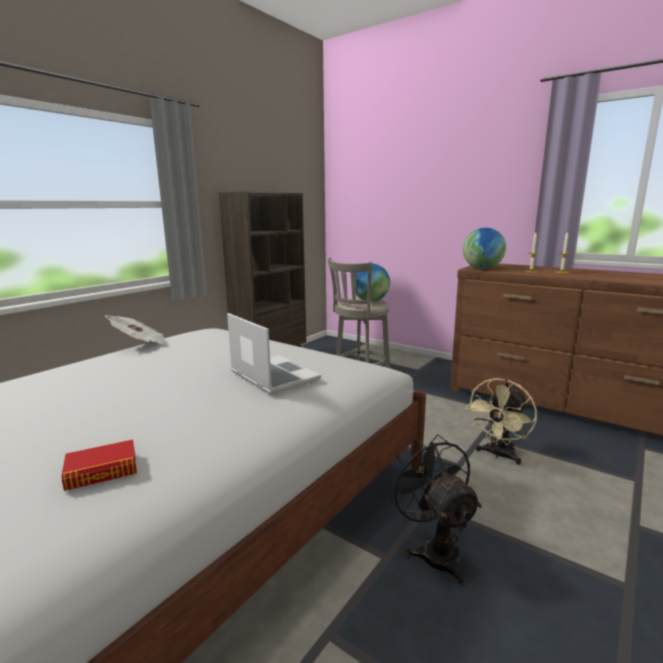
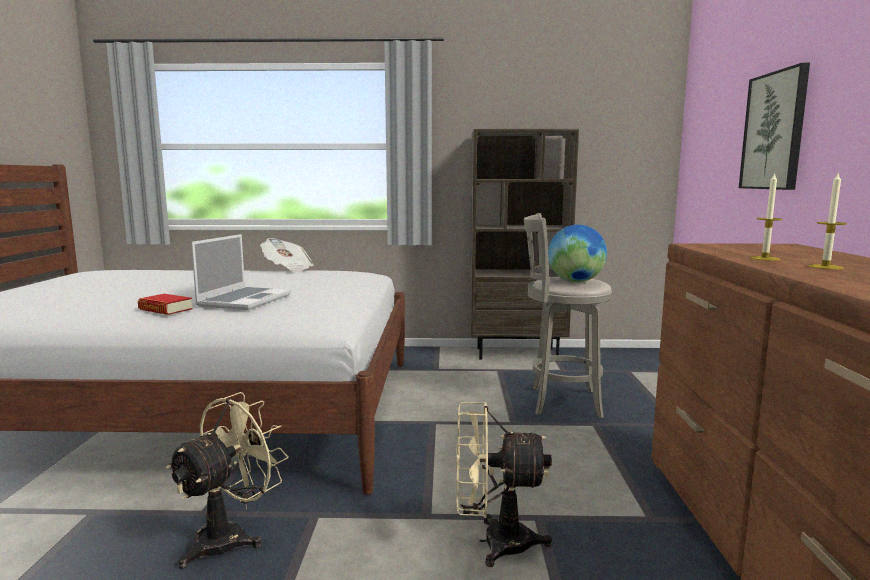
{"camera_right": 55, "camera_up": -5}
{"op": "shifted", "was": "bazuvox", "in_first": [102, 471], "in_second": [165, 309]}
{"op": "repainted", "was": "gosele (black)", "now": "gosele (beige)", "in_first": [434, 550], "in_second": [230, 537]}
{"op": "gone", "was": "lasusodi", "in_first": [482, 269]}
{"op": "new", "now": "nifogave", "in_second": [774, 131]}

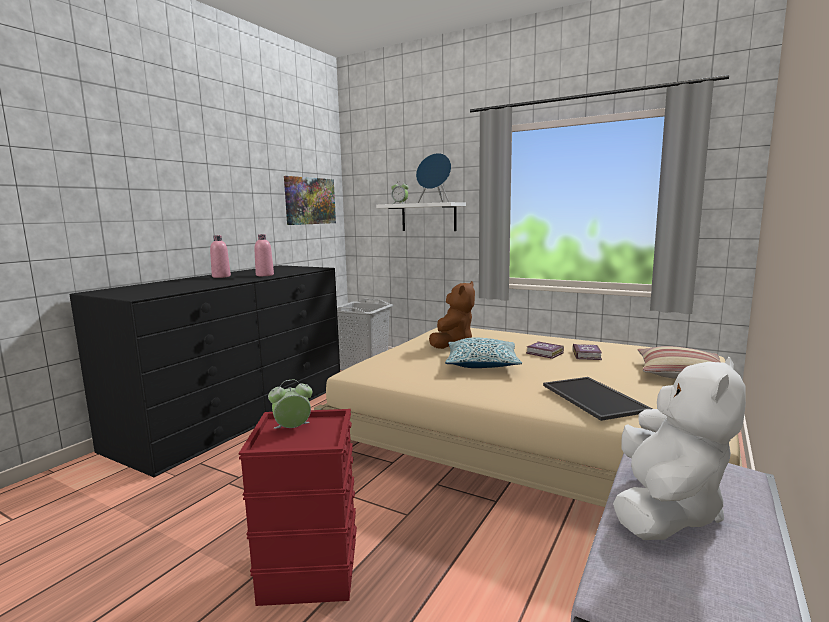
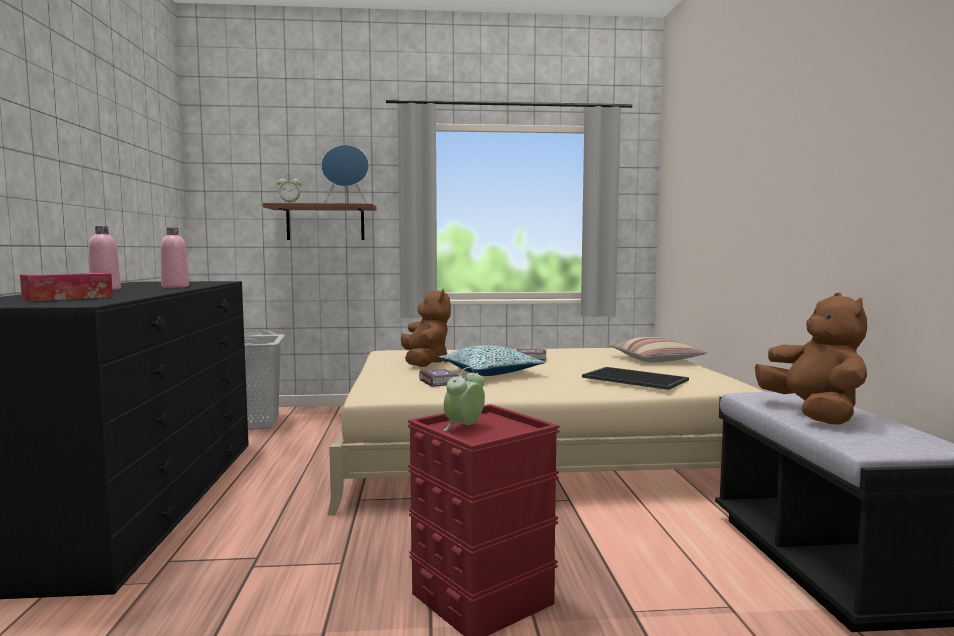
{"camera_right": -35, "camera_up": -5}
{"op": "gone", "was": "nifogave", "in_first": [310, 201]}
{"op": "repainted", "was": "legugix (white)", "now": "legugix (brown)", "in_first": [428, 217], "in_second": [325, 223]}
{"op": "shifted", "was": "bazuvox", "in_first": [587, 355], "in_second": [439, 381]}
{"op": "repainted", "was": "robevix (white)", "now": "robevix (brown)", "in_first": [665, 510], "in_second": [814, 414]}
{"op": "new", "now": "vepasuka", "in_second": [68, 298]}

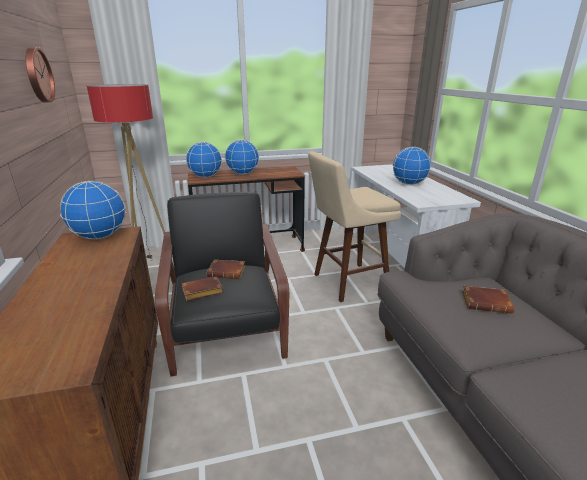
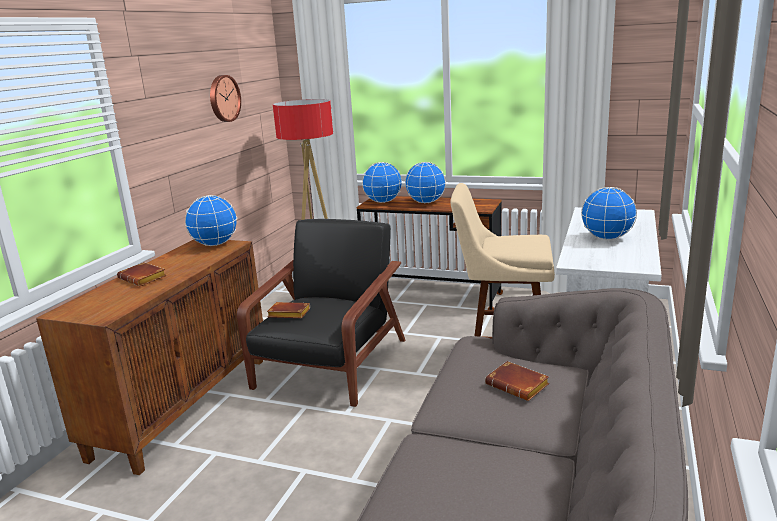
{"camera_right": 35, "camera_up": -5}
{"op": "shifted", "was": "bazuvox (brown)", "in_first": [228, 272], "in_second": [144, 278]}

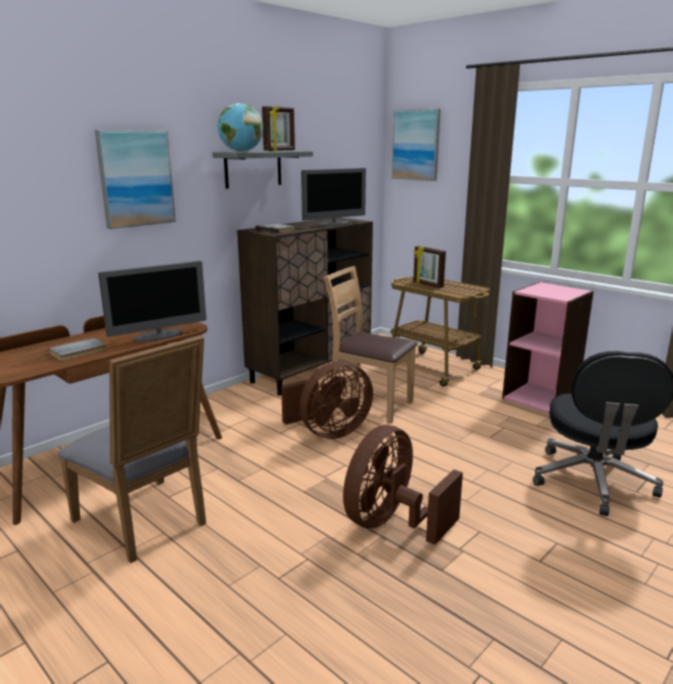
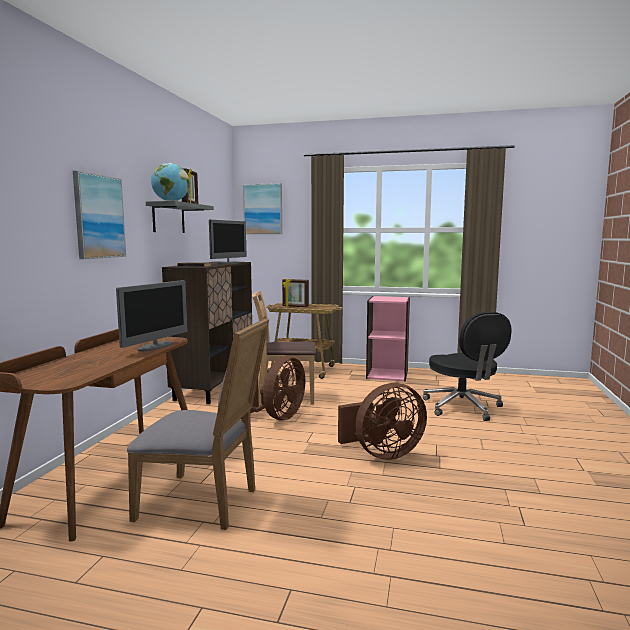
{"camera_right": -30, "camera_up": -10}
{"op": "gone", "was": "bazuvox (grey)", "in_first": [79, 352]}
{"op": "rotated", "was": "gosele (brown)", "in_first": [392, 523], "in_second": [382, 454], "clockwise": -120}

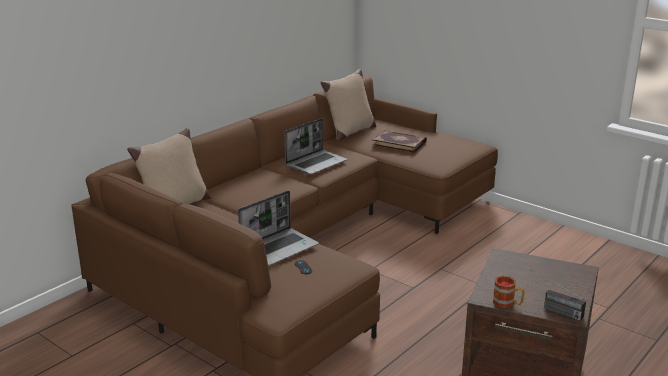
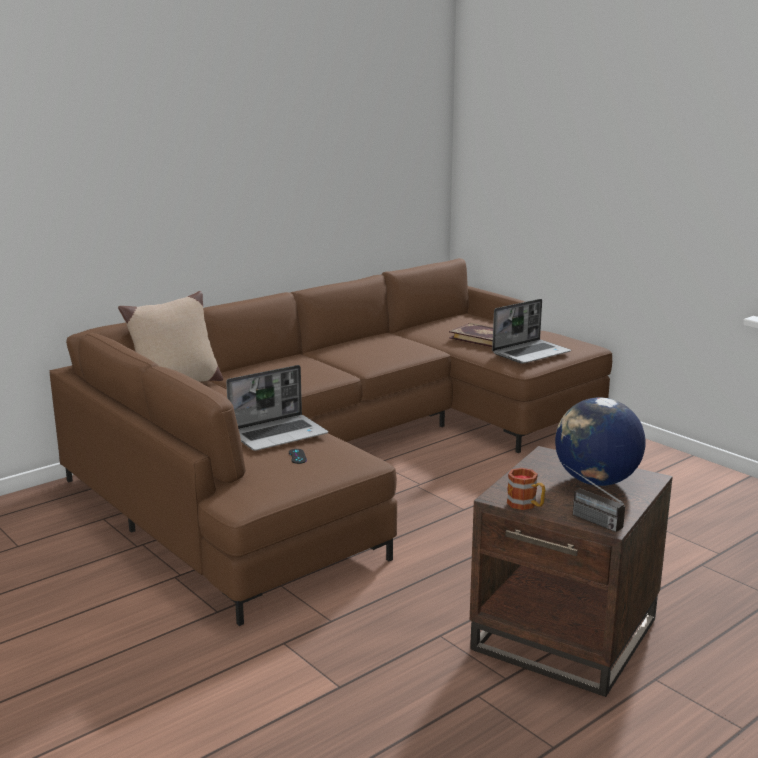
{"camera_right": 10, "camera_up": -5}
{"op": "shifted", "was": "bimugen", "in_first": [316, 163], "in_second": [531, 353]}
{"op": "gone", "was": "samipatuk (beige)", "in_first": [349, 132]}
{"op": "new", "now": "lasusodi", "in_second": [596, 481]}

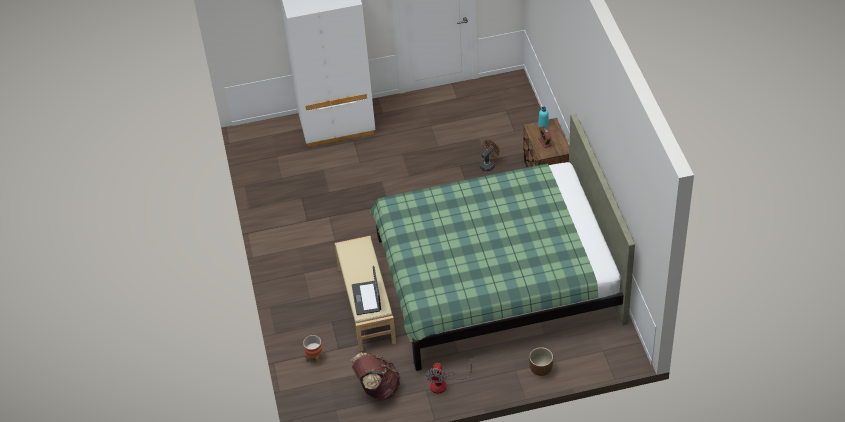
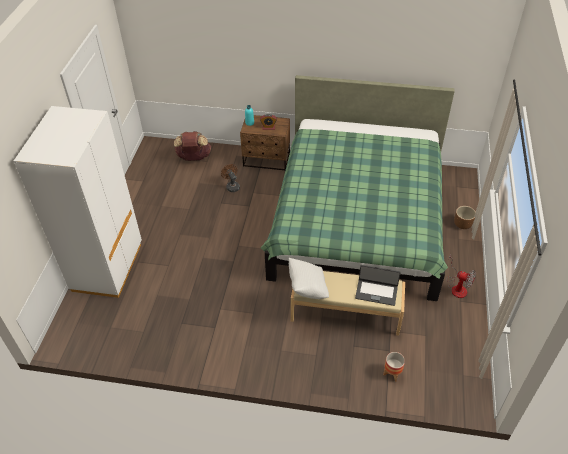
{"camera_right": -70, "camera_up": 0}
{"op": "shifted", "was": "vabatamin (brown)", "in_first": [377, 388], "in_second": [194, 158]}
{"op": "new", "now": "samipatuk (white)", "in_second": [307, 288]}

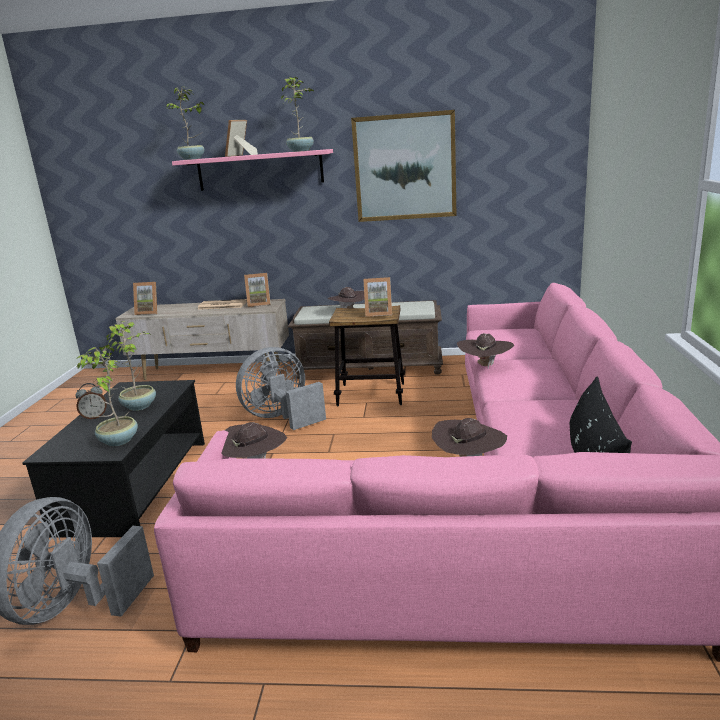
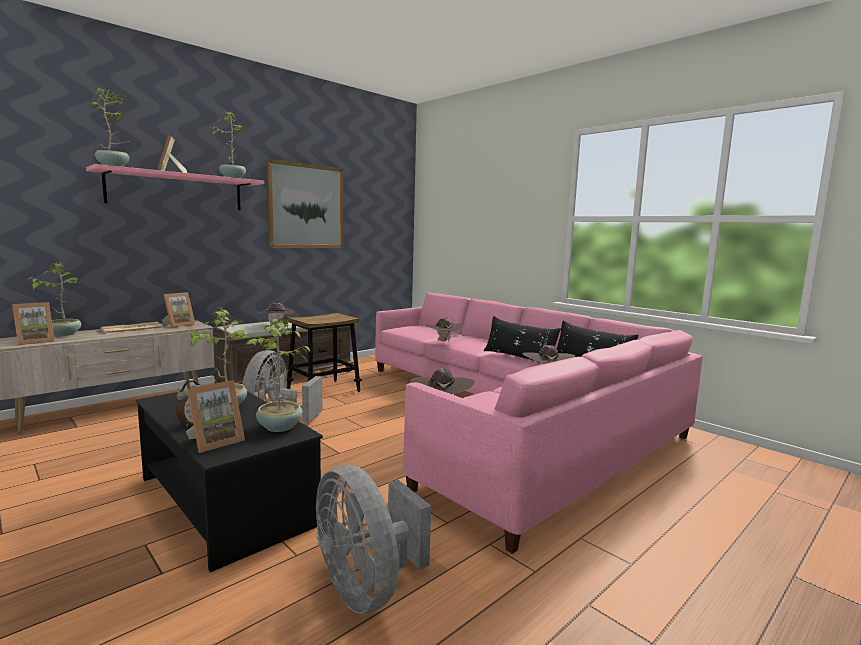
{"camera_right": -50, "camera_up": -10}
{"op": "shifted", "was": "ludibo", "in_first": [378, 313], "in_second": [215, 442]}
{"op": "new", "now": "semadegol", "in_second": [64, 334]}
{"op": "new", "now": "samipatuk (black)", "in_second": [518, 357]}

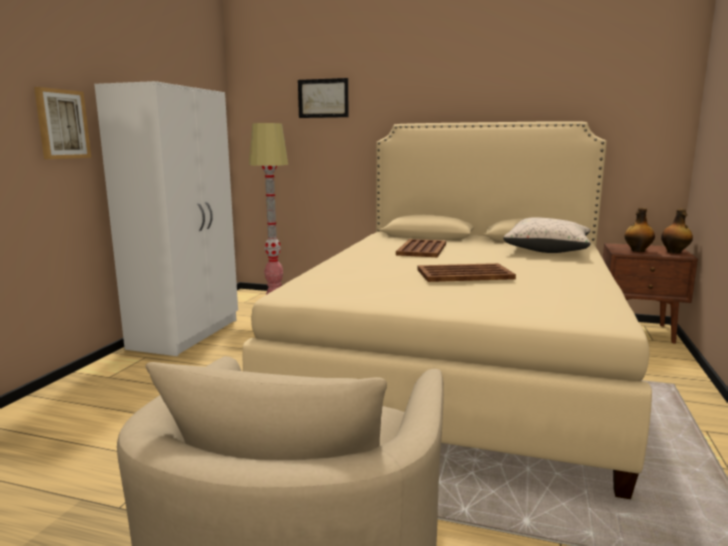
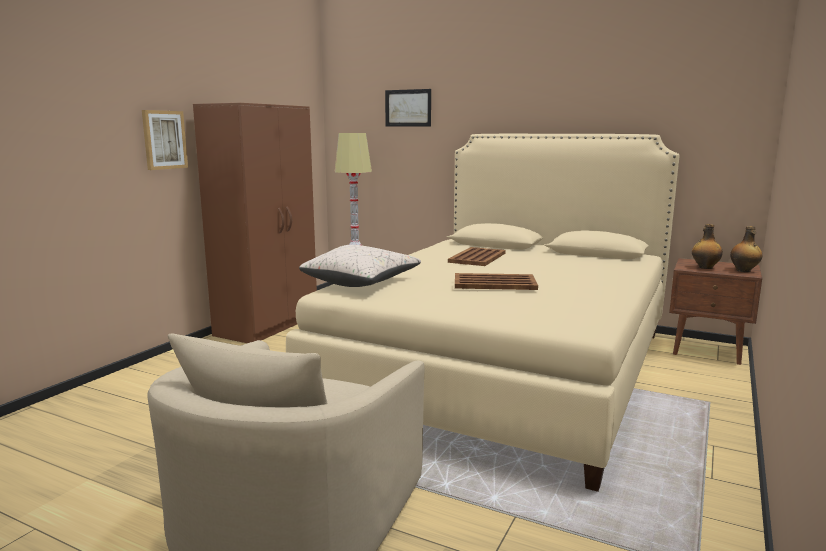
{"camera_right": 10, "camera_up": 0}
{"op": "repainted", "was": "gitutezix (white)", "now": "gitutezix (brown)", "in_first": [187, 333], "in_second": [268, 325]}
{"op": "shifted", "was": "samipatuk (beige)", "in_first": [547, 250], "in_second": [361, 282]}

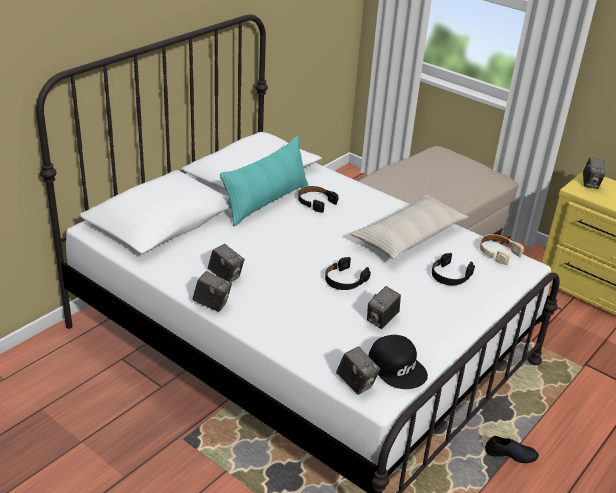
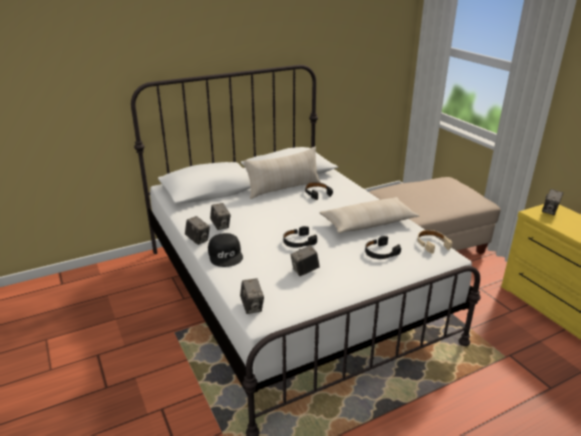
{"camera_right": 25, "camera_up": -5}
{"op": "repainted", "was": "samipatuk (turquoise)", "now": "samipatuk (beige)", "in_first": [266, 202], "in_second": [284, 188]}
{"op": "shifted", "was": "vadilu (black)", "in_first": [397, 367], "in_second": [226, 255]}
{"op": "gone", "was": "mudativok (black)", "in_first": [510, 454]}

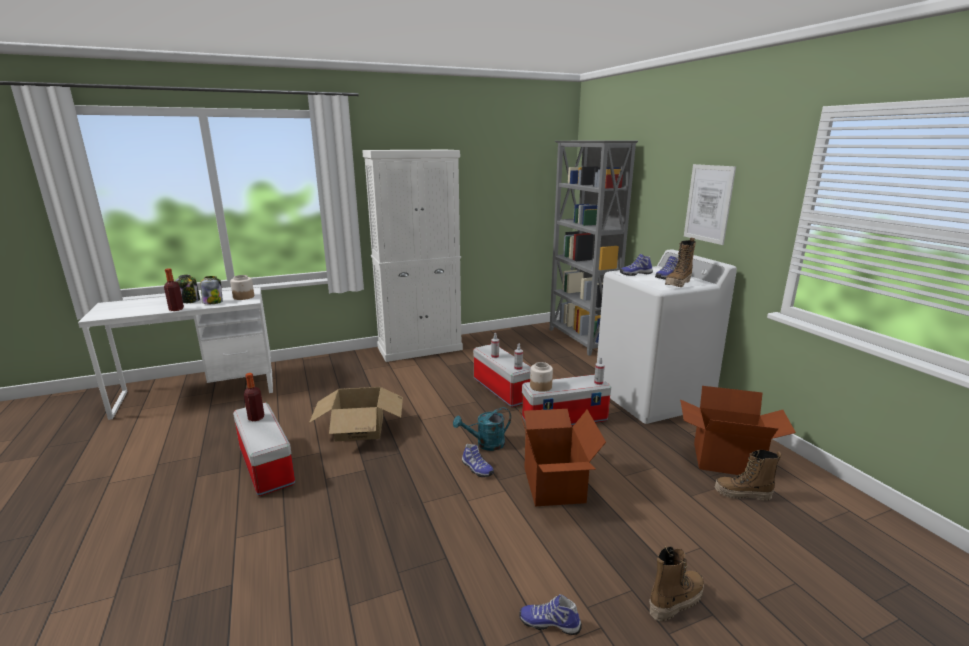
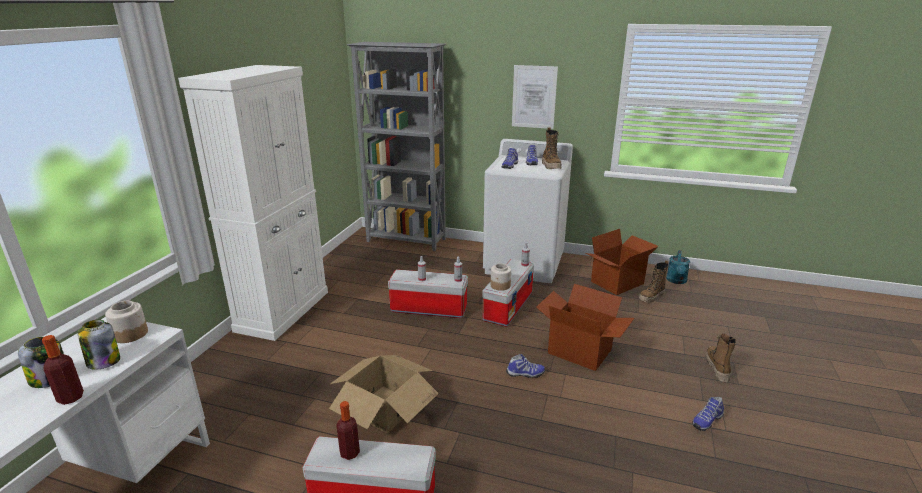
{"camera_right": -50, "camera_up": 5}
{"op": "shifted", "was": "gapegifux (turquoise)", "in_first": [485, 444], "in_second": [676, 281]}

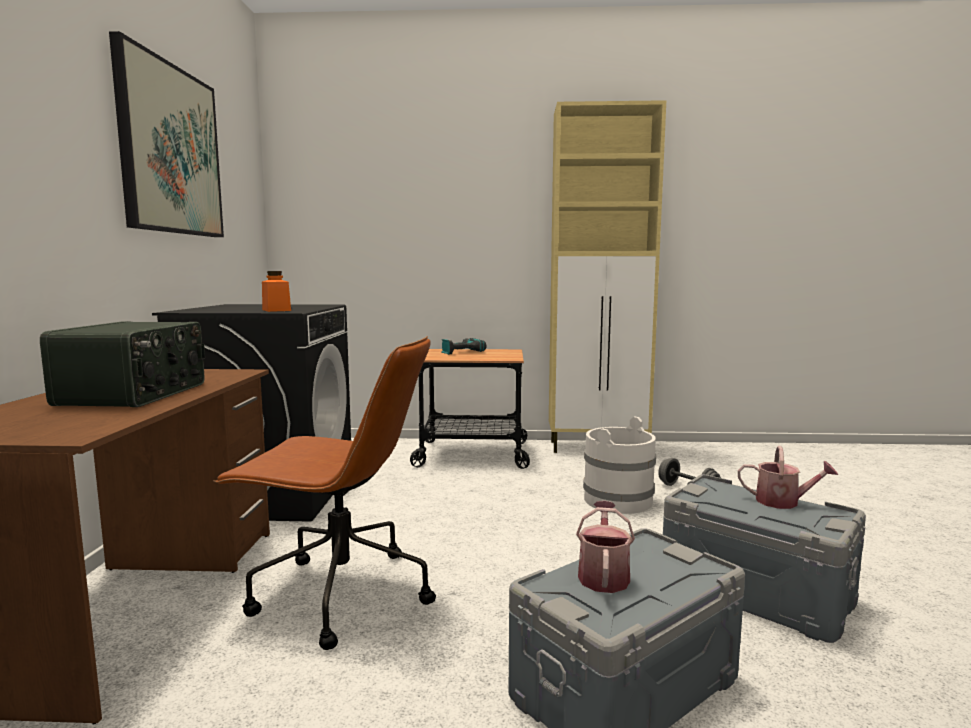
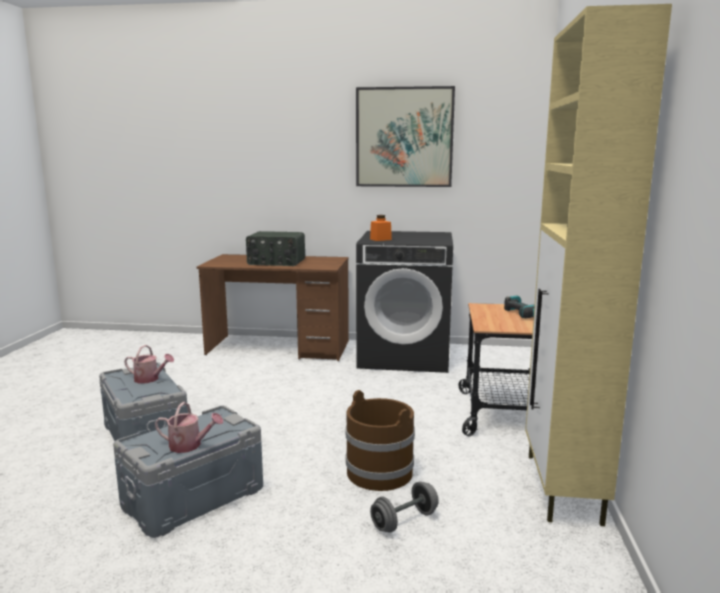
{"camera_right": 95, "camera_up": 5}
{"op": "gone", "was": "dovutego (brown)", "in_first": [339, 594]}
{"op": "repainted", "was": "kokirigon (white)", "now": "kokirigon (brown)", "in_first": [618, 500], "in_second": [380, 472]}
{"op": "rotated", "was": "gapegifux", "in_first": [783, 502], "in_second": [189, 445], "clockwise": -105}

